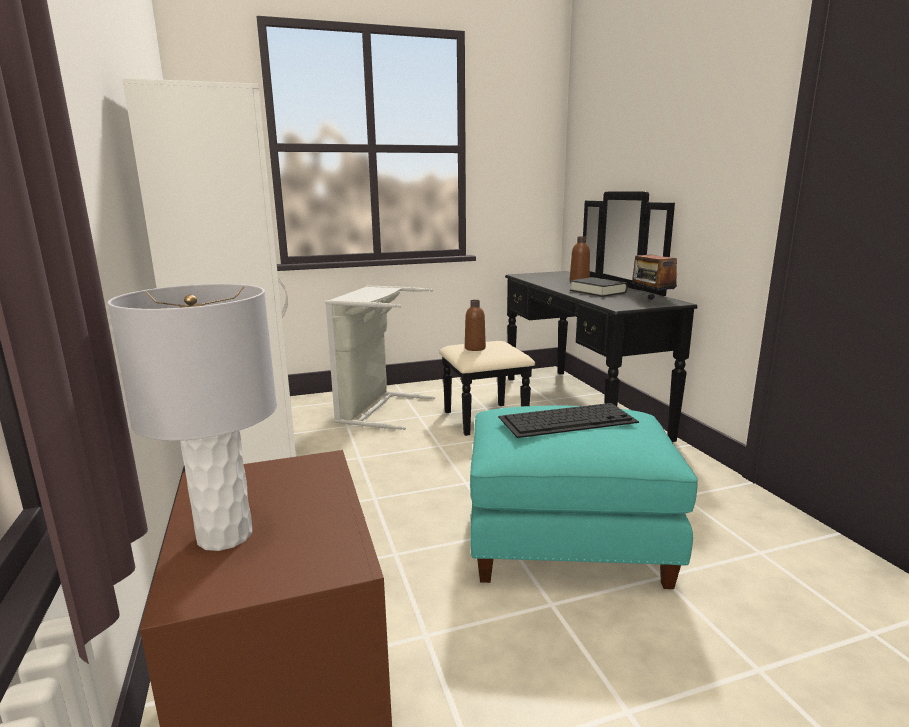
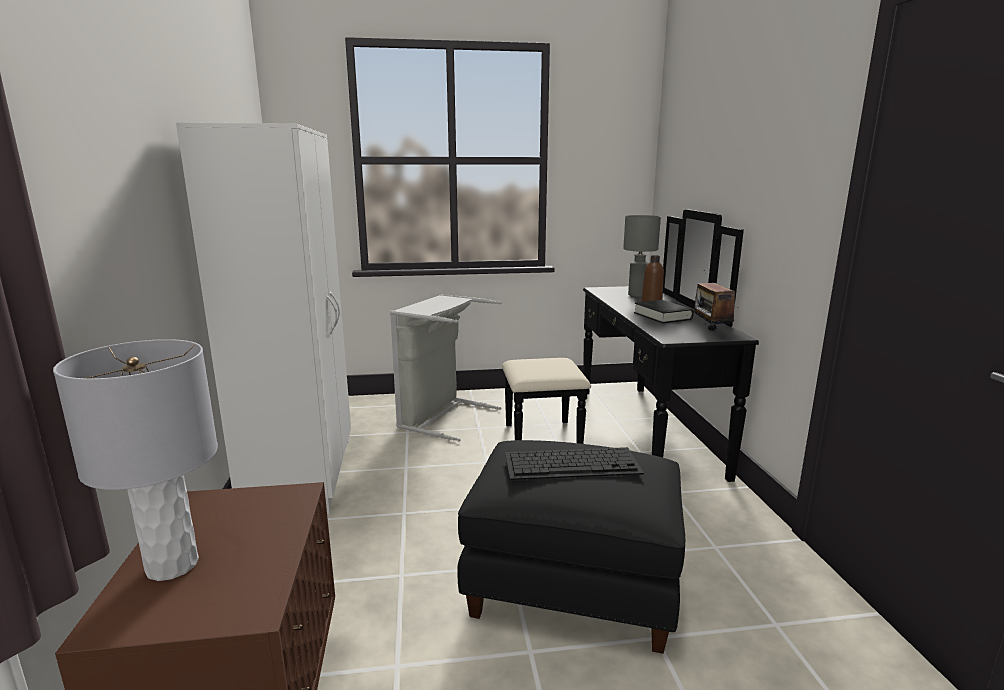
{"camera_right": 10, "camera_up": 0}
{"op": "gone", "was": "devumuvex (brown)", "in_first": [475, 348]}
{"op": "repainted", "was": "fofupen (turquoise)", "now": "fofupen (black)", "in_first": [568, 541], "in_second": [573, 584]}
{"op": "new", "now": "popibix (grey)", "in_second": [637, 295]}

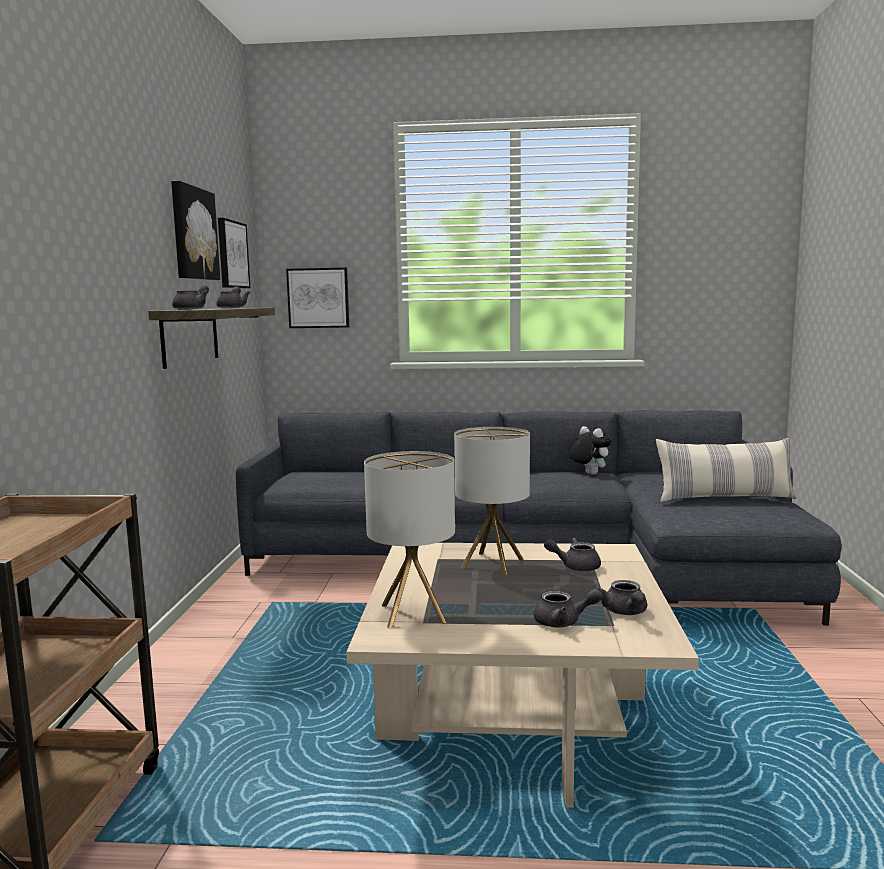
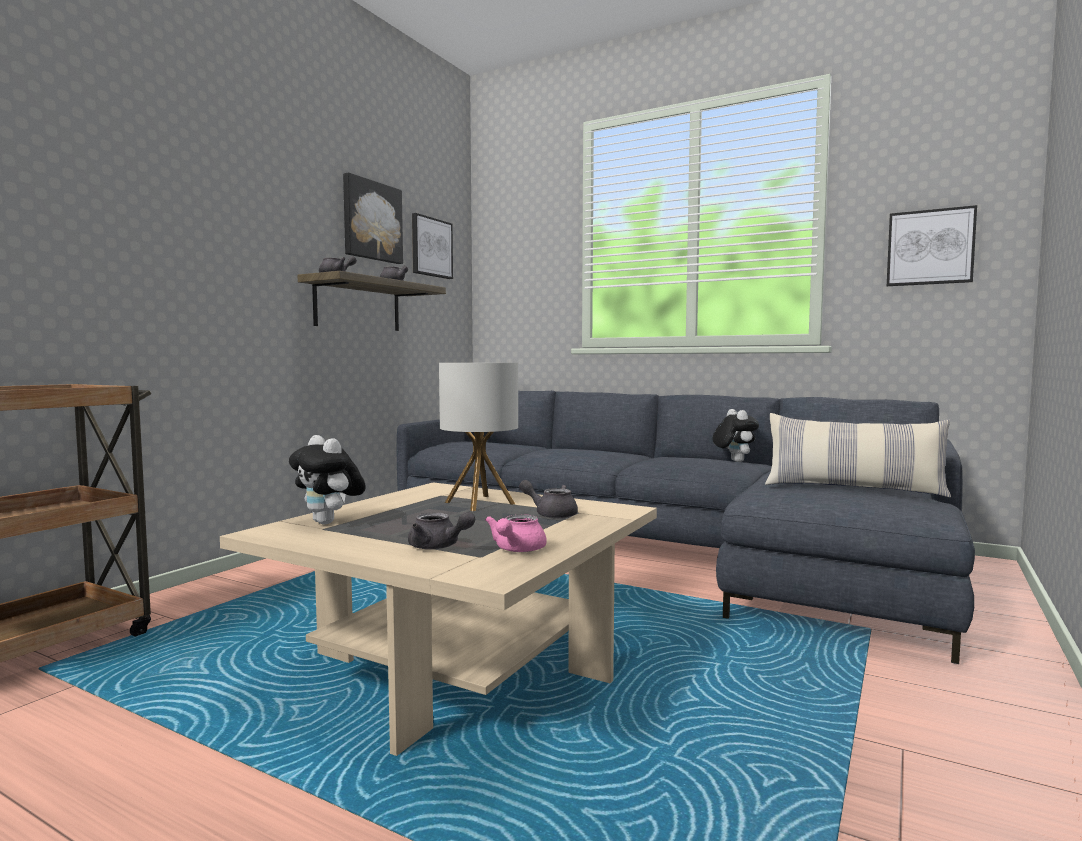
{"camera_right": 25, "camera_up": -5}
{"op": "shifted", "was": "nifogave", "in_first": [318, 298], "in_second": [930, 247]}
{"op": "swapped", "was": "popibix", "now": "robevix", "in_first": [413, 613], "in_second": [329, 522]}
{"op": "repainted", "was": "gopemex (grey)", "now": "gopemex (pink)", "in_first": [625, 612], "in_second": [516, 550]}

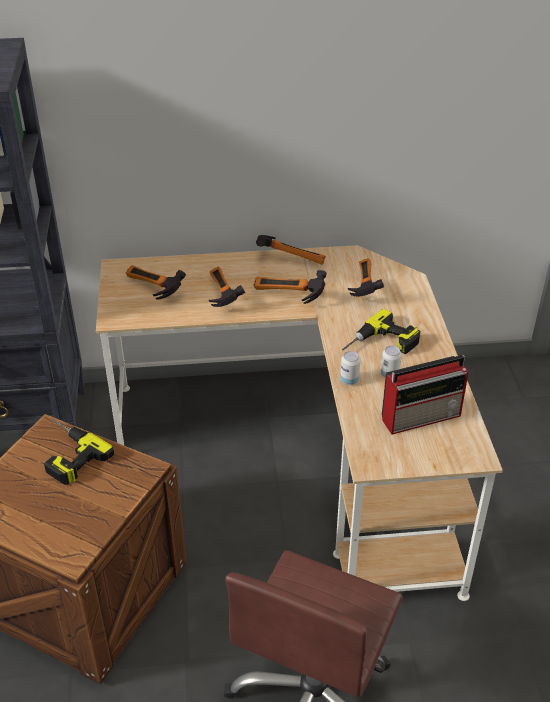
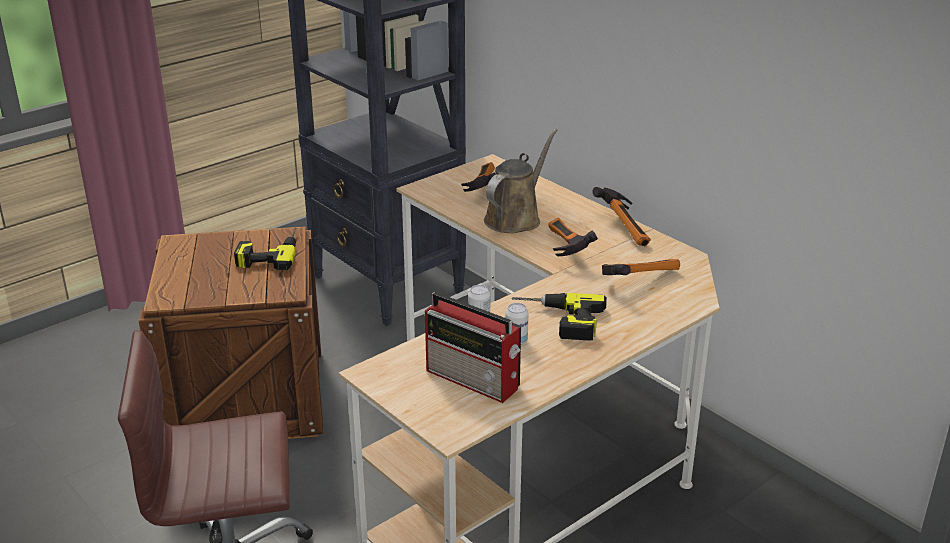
{"camera_right": 55, "camera_up": -10}
{"op": "swapped", "was": "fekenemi", "now": "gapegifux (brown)", "in_first": [219, 296], "in_second": [515, 218]}

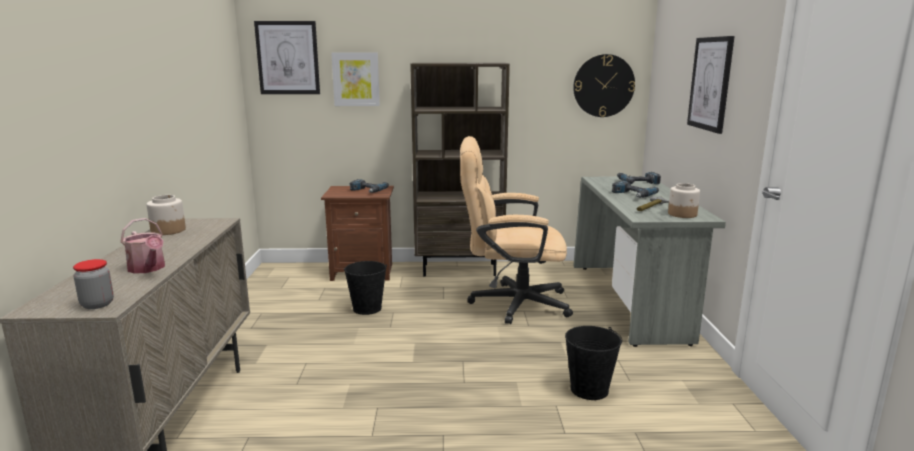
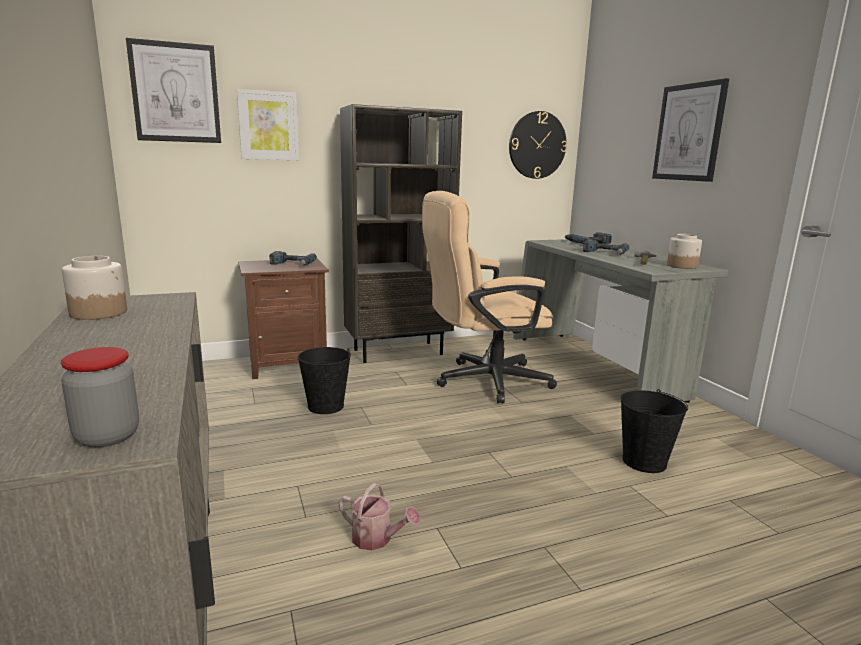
{"camera_right": -20, "camera_up": 0}
{"op": "shifted", "was": "gapegifux", "in_first": [148, 268], "in_second": [377, 539]}

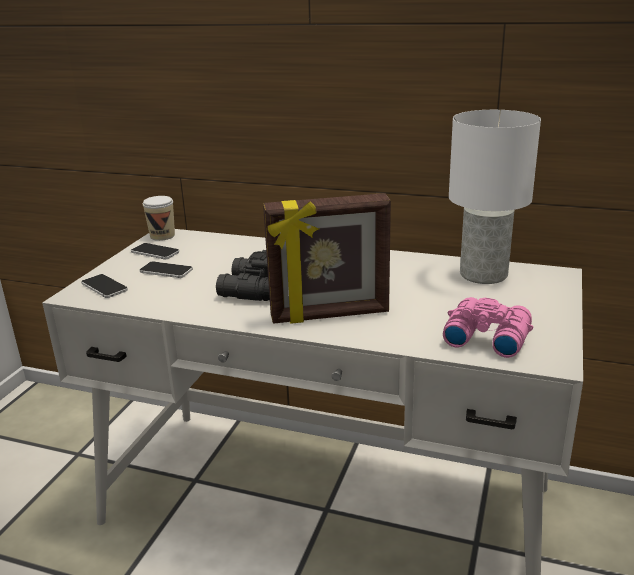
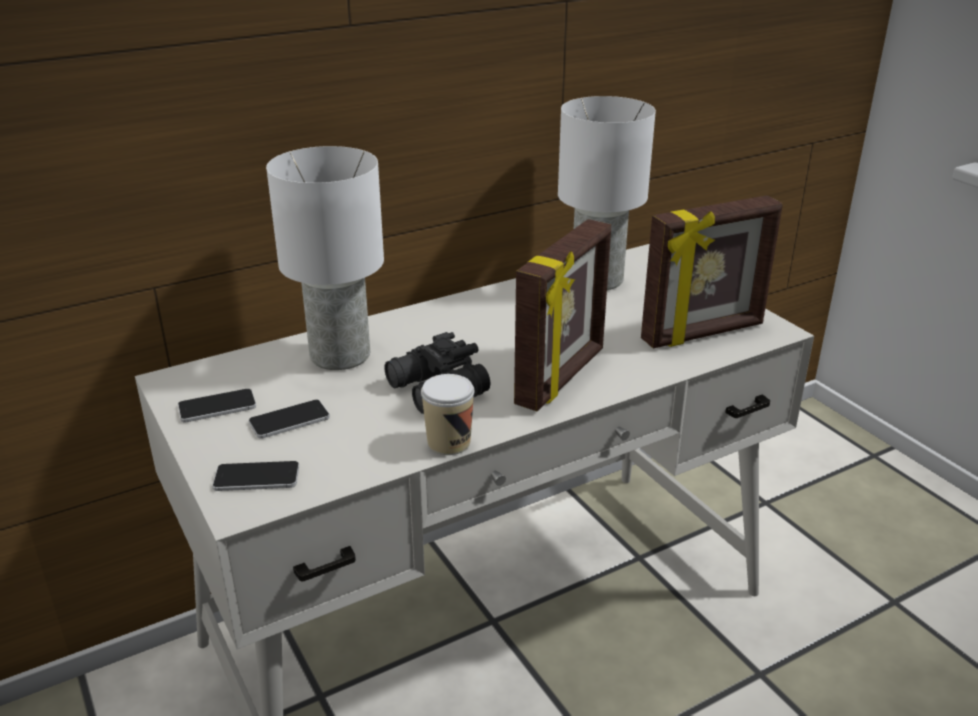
{"camera_right": -50, "camera_up": 5}
{"op": "shifted", "was": "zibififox", "in_first": [162, 236], "in_second": [449, 442]}
{"op": "swapped", "was": "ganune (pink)", "now": "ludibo", "in_first": [485, 336], "in_second": [703, 333]}
{"op": "new", "now": "popibix (white)", "in_second": [340, 354]}

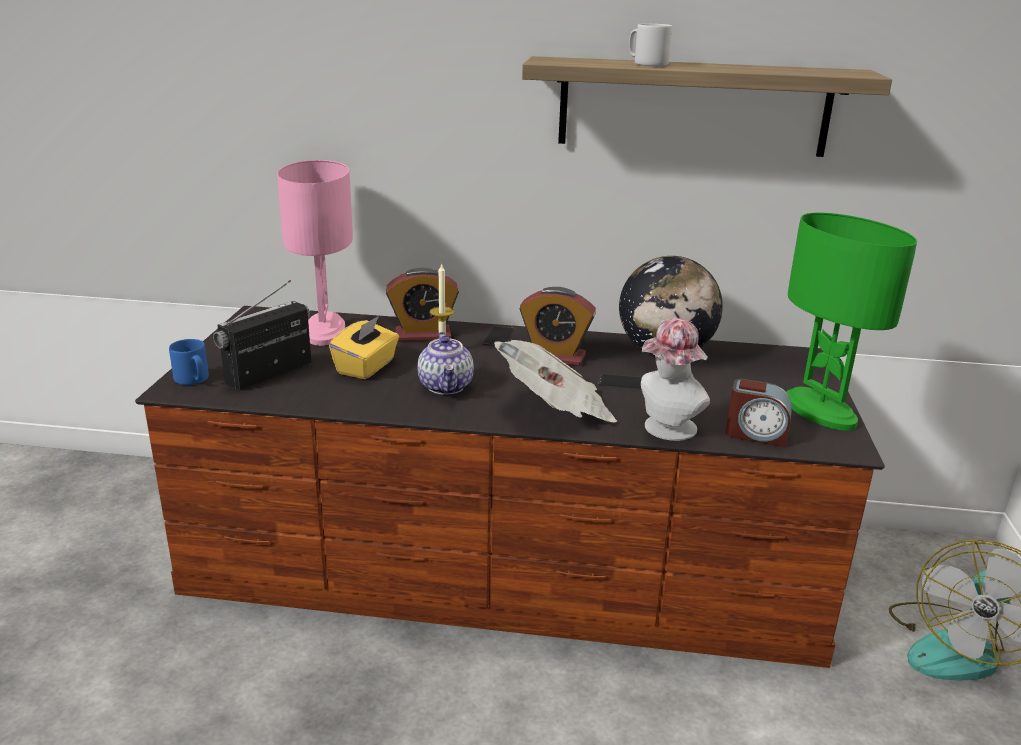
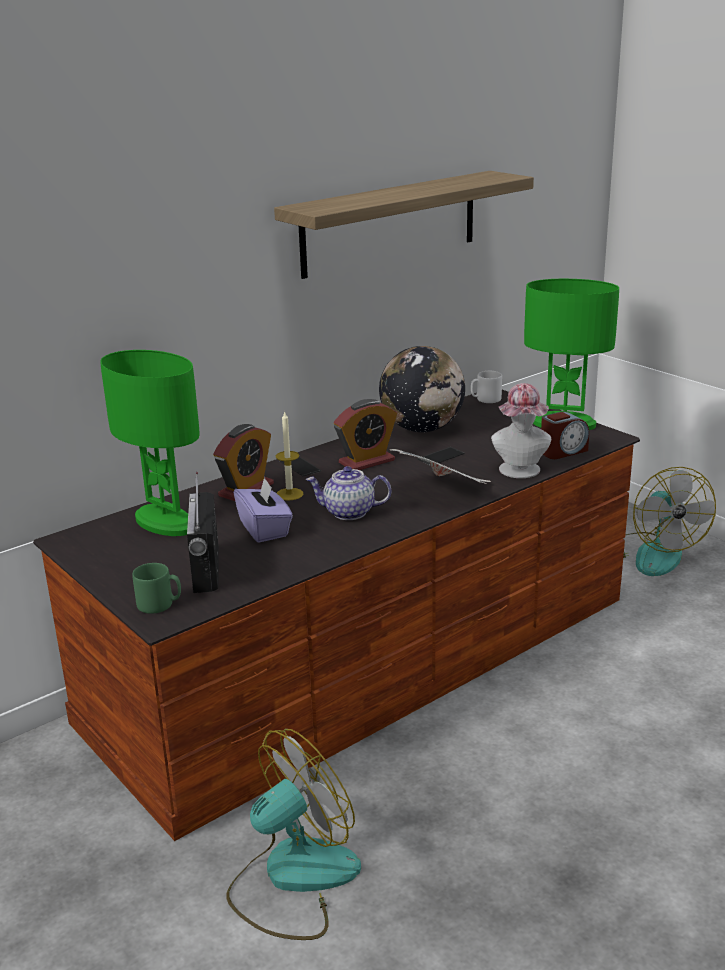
{"camera_right": -45, "camera_up": 0}
{"op": "repainted", "was": "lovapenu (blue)", "now": "lovapenu (green)", "in_first": [193, 380], "in_second": [159, 604]}
{"op": "repainted", "was": "popibix (pink)", "now": "popibix (green)", "in_first": [325, 331], "in_second": [166, 523]}
{"op": "repainted", "was": "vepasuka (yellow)", "now": "vepasuka (purple)", "in_first": [366, 367], "in_second": [264, 529]}
{"op": "rotated", "was": "gopemex", "in_first": [446, 386], "in_second": [348, 513], "clockwise": 150}
{"op": "shifted", "was": "lovapenu (grey)", "in_first": [647, 64], "in_second": [485, 399]}
{"op": "new", "now": "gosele", "in_second": [293, 878]}

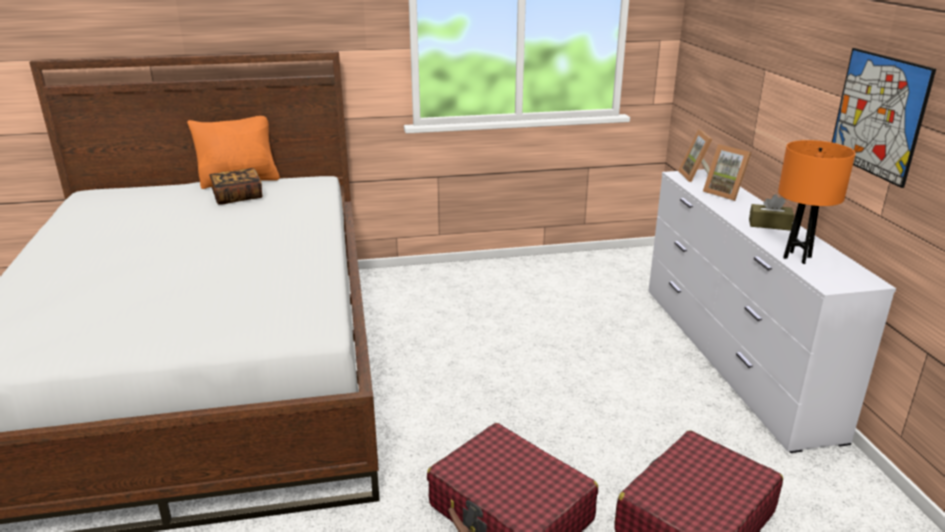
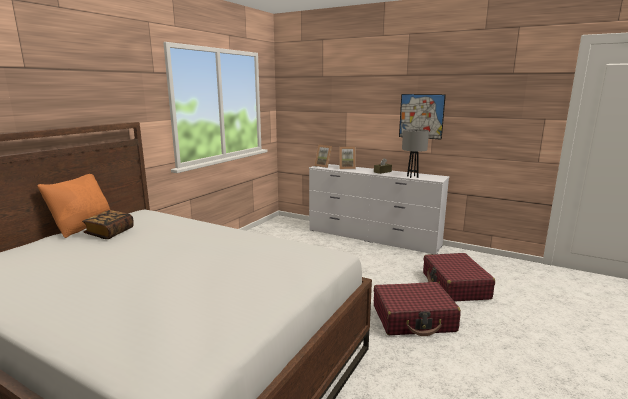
{"camera_right": -50, "camera_up": -10}
{"op": "repainted", "was": "popibix (orange)", "now": "popibix (grey)", "in_first": [797, 257], "in_second": [412, 176]}

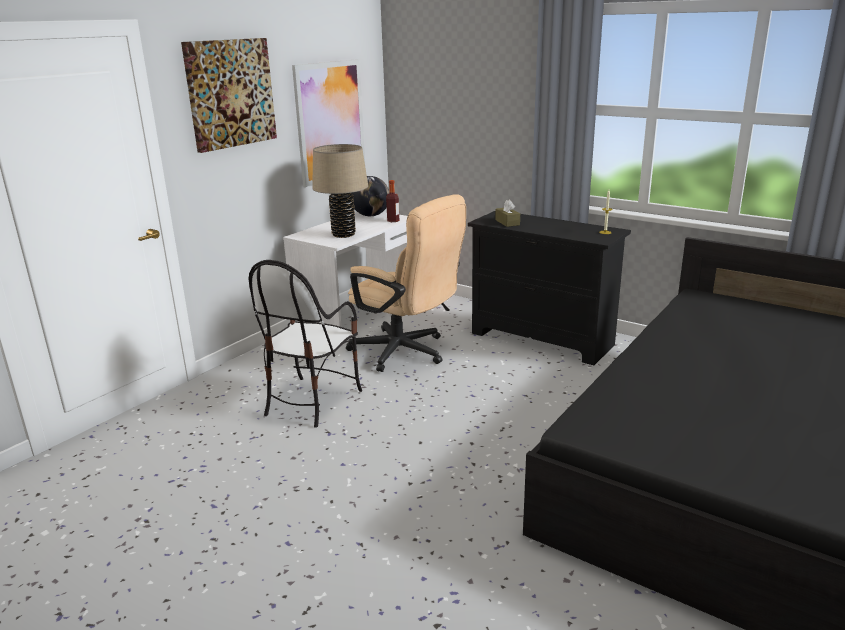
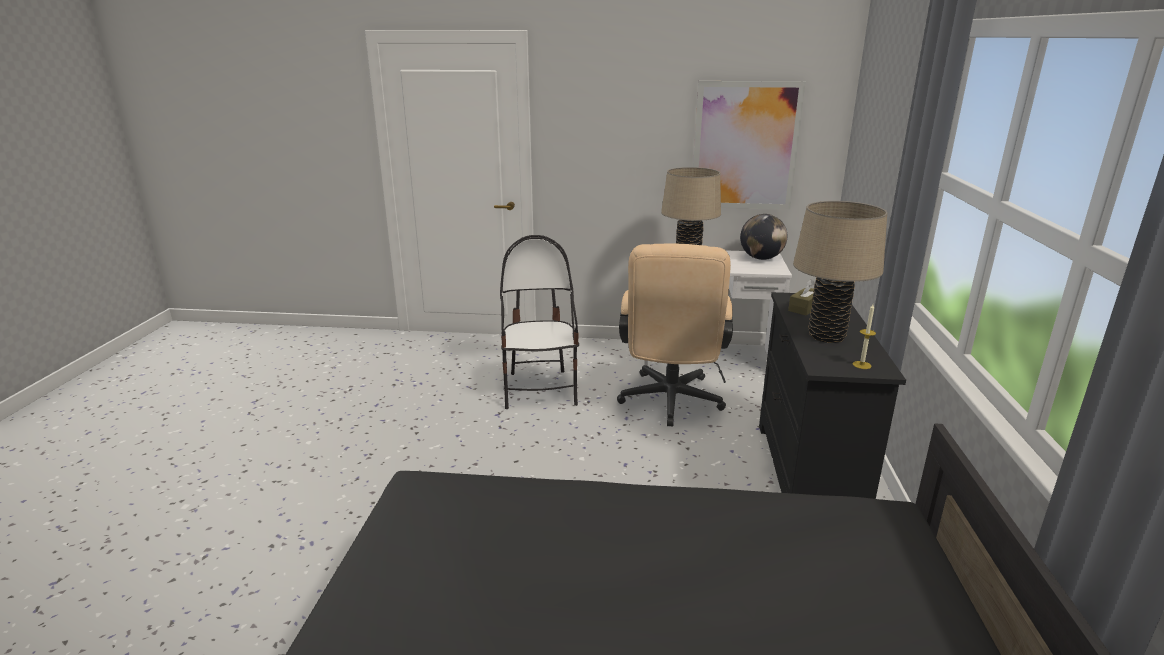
{"camera_right": 60, "camera_up": 0}
{"op": "gone", "was": "nifogave", "in_first": [230, 93]}
{"op": "rotated", "was": "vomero", "in_first": [312, 401], "in_second": [540, 390], "clockwise": 90}
{"op": "gone", "was": "devumuvex", "in_first": [393, 221]}
{"op": "new", "now": "popibix (beige)", "in_second": [826, 336]}

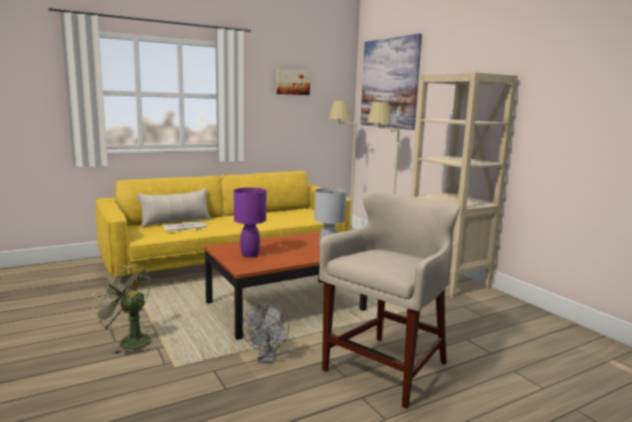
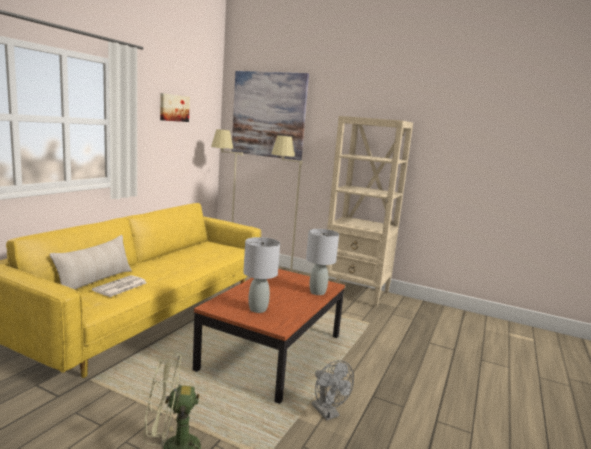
{"camera_right": -35, "camera_up": 0}
{"op": "repainted", "was": "popibix (purple)", "now": "popibix (grey)", "in_first": [250, 255], "in_second": [258, 309]}
{"op": "gone", "was": "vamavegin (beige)", "in_first": [386, 369]}

